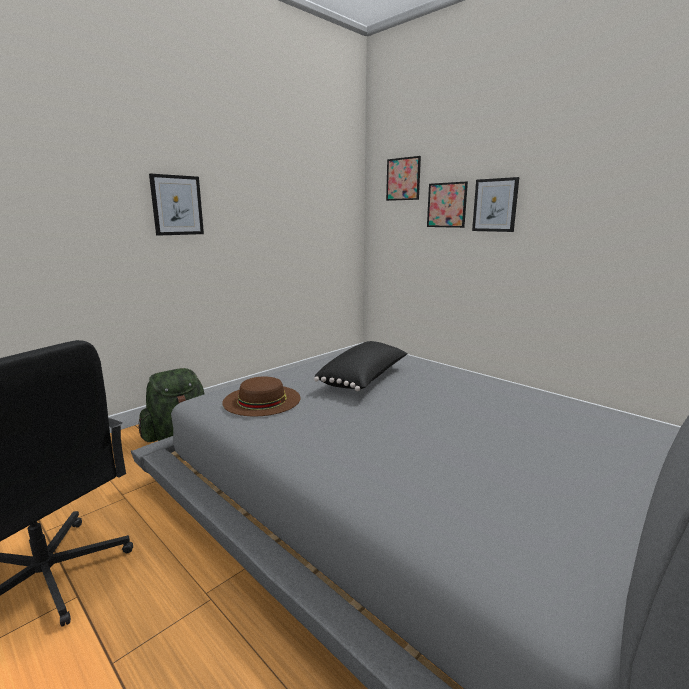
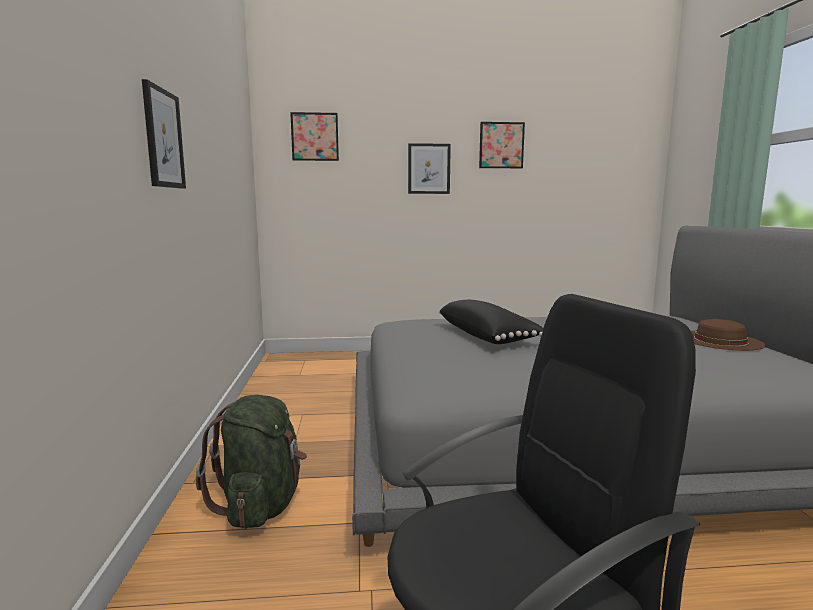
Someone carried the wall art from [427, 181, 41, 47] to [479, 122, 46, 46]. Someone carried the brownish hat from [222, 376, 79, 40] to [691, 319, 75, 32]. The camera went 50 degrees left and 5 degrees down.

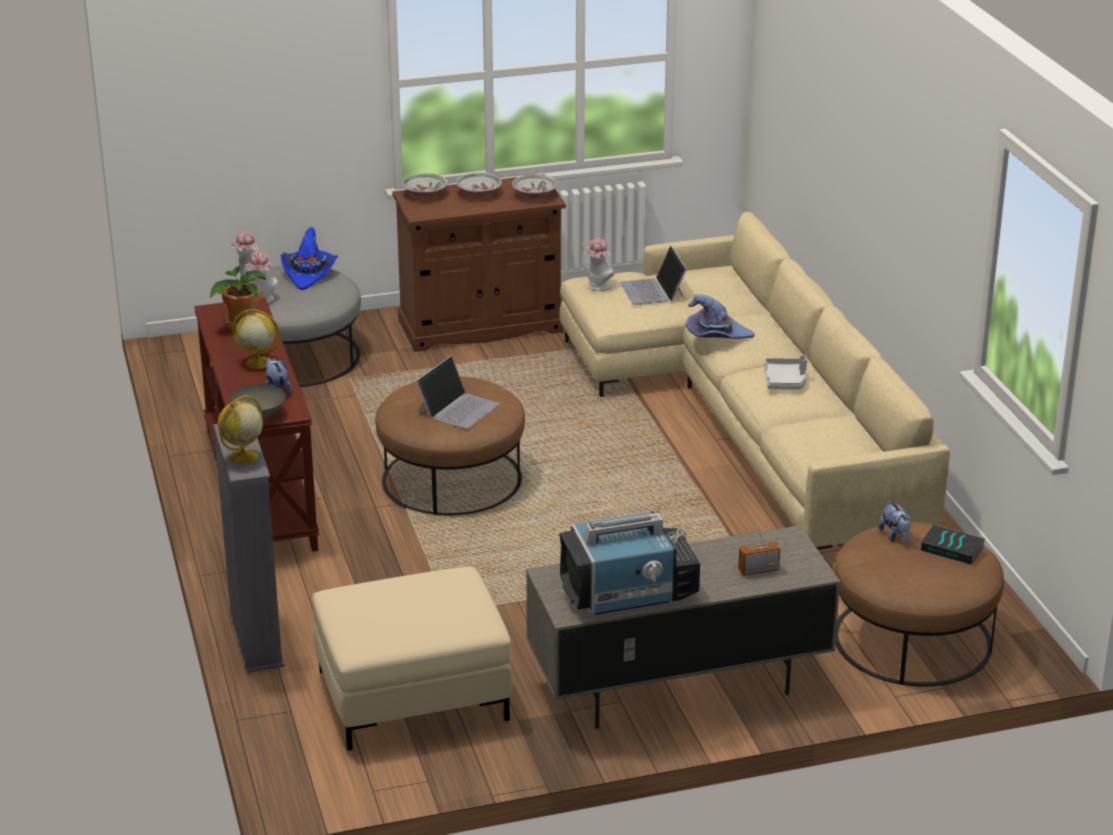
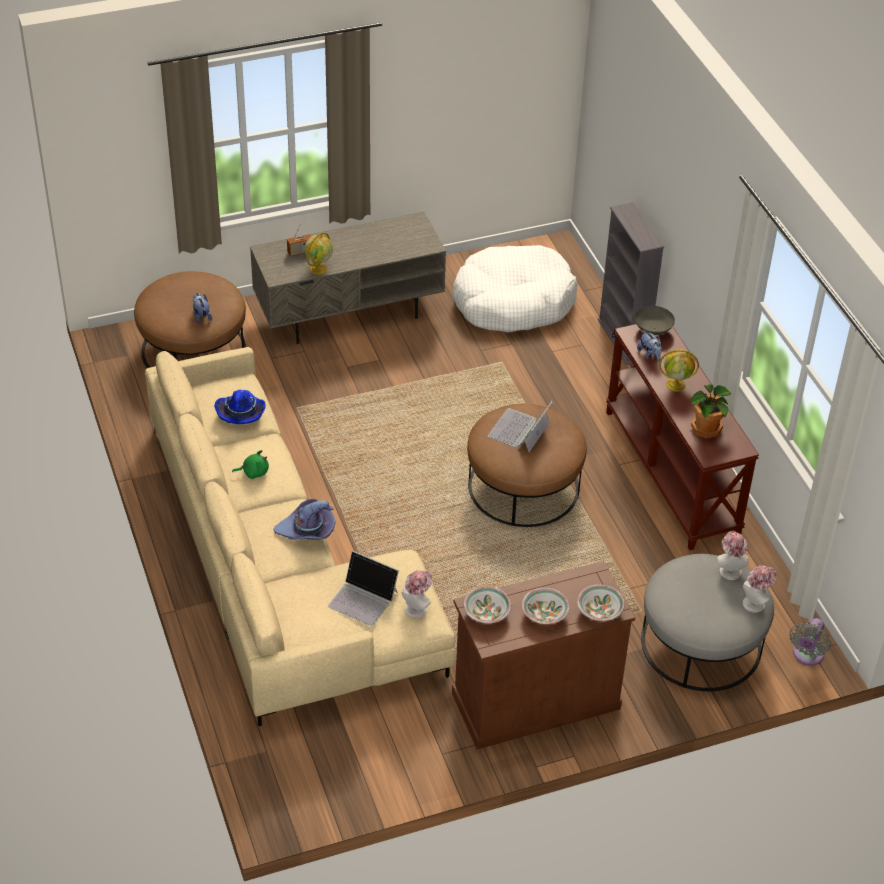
Someone carried the bluish hat from [281, 227, 57, 63] to [214, 390, 52, 34]. Someone swapped the gray tray at [764, 355, 43, 35] for the green-coloured soft toy at [232, 450, 37, 29]. Someone carried the world globe from [218, 396, 45, 68] to [304, 232, 29, 43]. Someone rotated the notebook computer at [620, 245, 67, 60] by 135 degrees clockwise. Someone swapped the sand-coloured ottoman at [312, 567, 200, 184] for the white-coloured pet bed at [452, 245, 126, 88]. Someone put down the gray fan at [789, 618, 42, 47]. Someone took away the TV at [559, 511, 141, 104]. Someone took away the volume at [921, 525, 64, 40]. The camera went 175 degrees right and 15 degrees up.

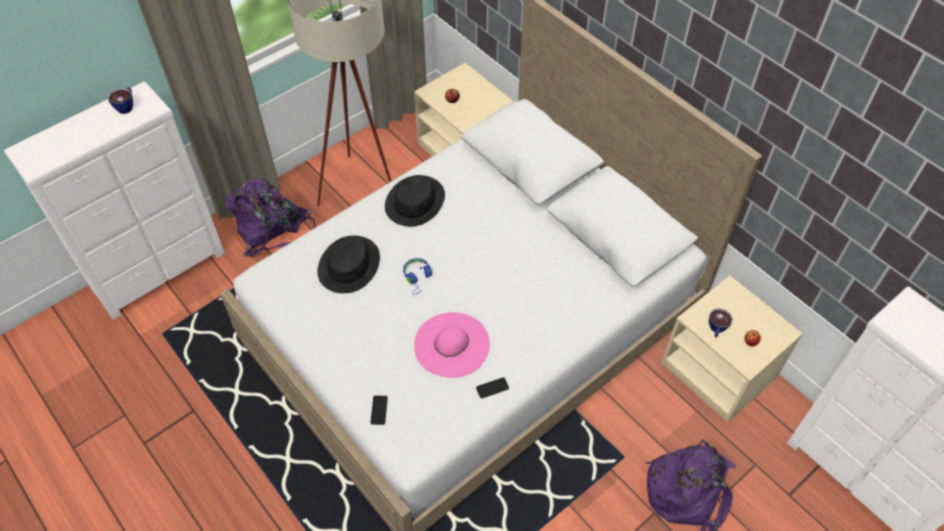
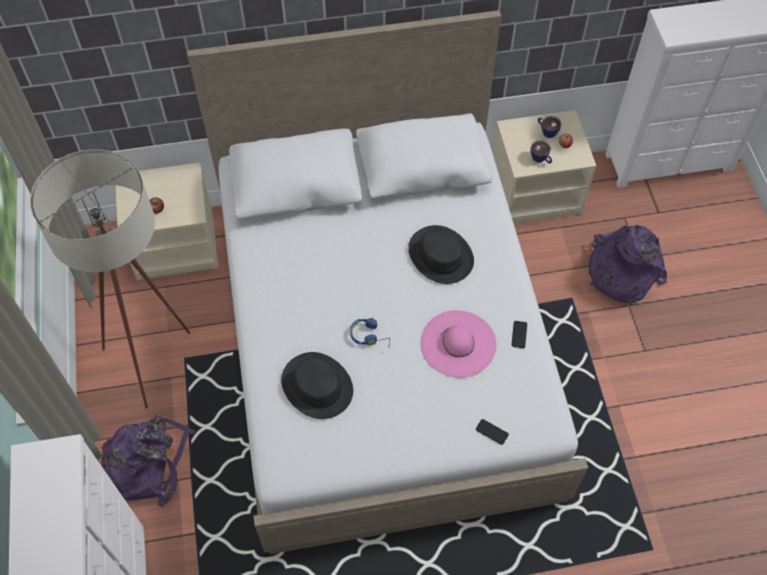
Someone carried the black-coloured hat from [385, 175, 60, 51] to [408, 225, 66, 59]. Someone carried the drinking cup from [108, 87, 25, 27] to [538, 115, 24, 23]. The camera went 60 degrees left and 5 degrees up.

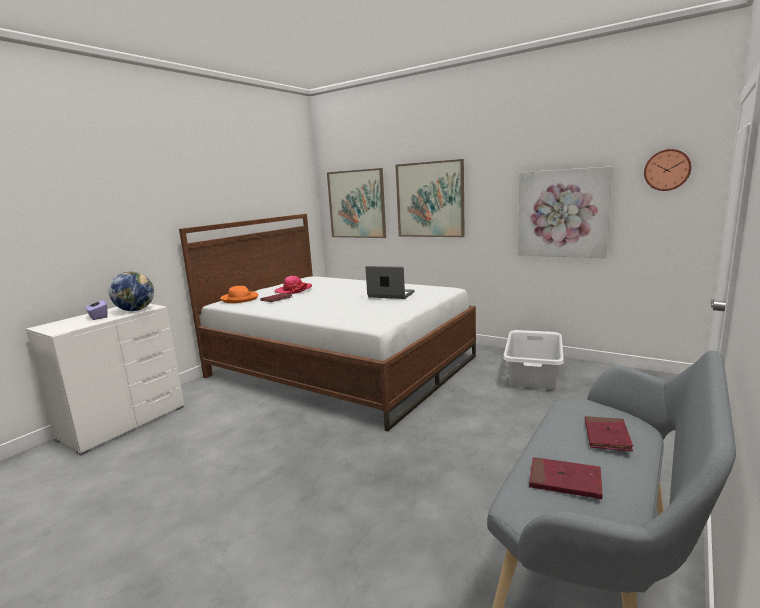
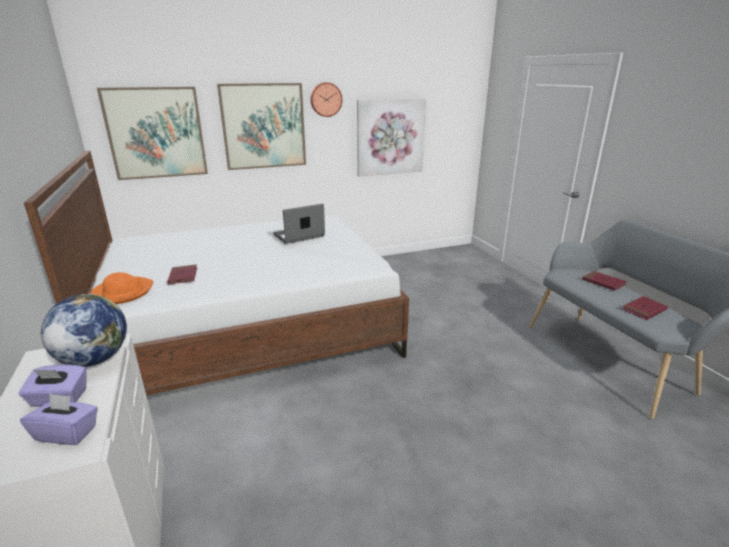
Someone put down the purplish box of tissues at [20, 393, 78, 52]. Someone carried the hanging clock from [644, 149, 47, 42] to [310, 82, 32, 35]. Someone took away the hat at [274, 276, 38, 18]. Someone took away the gray hamper at [503, 330, 61, 59]. The camera went 55 degrees left and 10 degrees up.

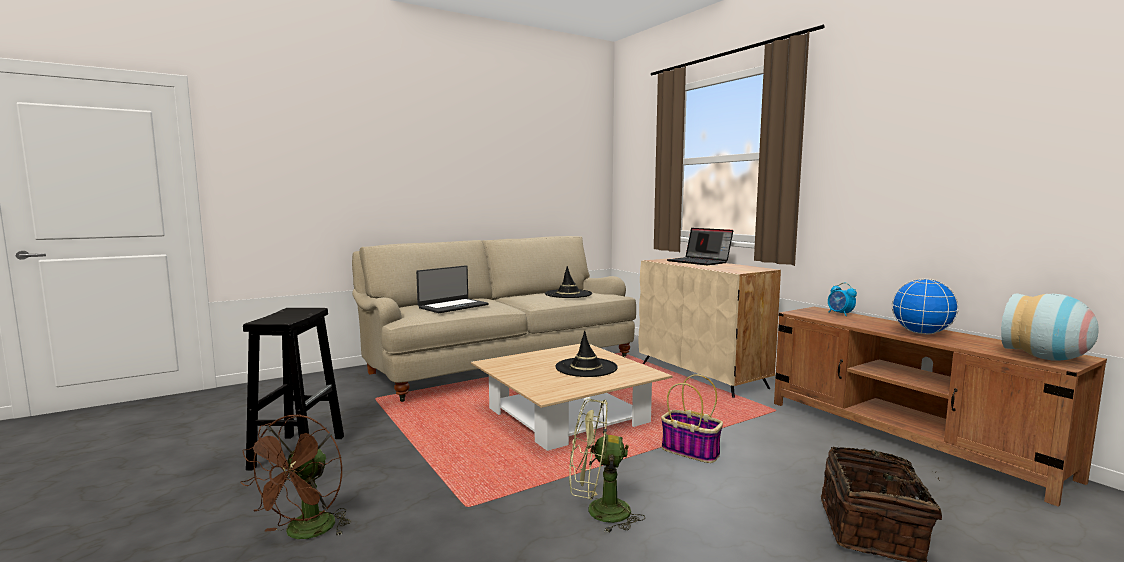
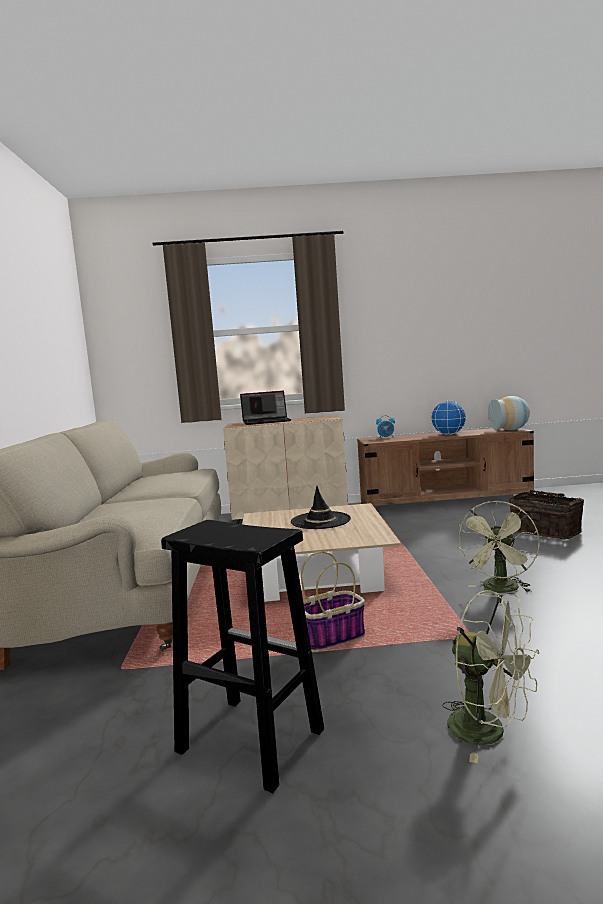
Someone carried the basket from [661, 374, 62, 89] to [301, 551, 64, 101]. Someone repainted the brownish fan at [240, 414, 111, 125], which became the green-coloured fan at [442, 590, 97, 173]. Someone took away the notebook computer at [416, 265, 73, 48]. Someone took away the black-coloured hat at [545, 266, 47, 32]. The camera went 60 degrees left and 0 degrees up.

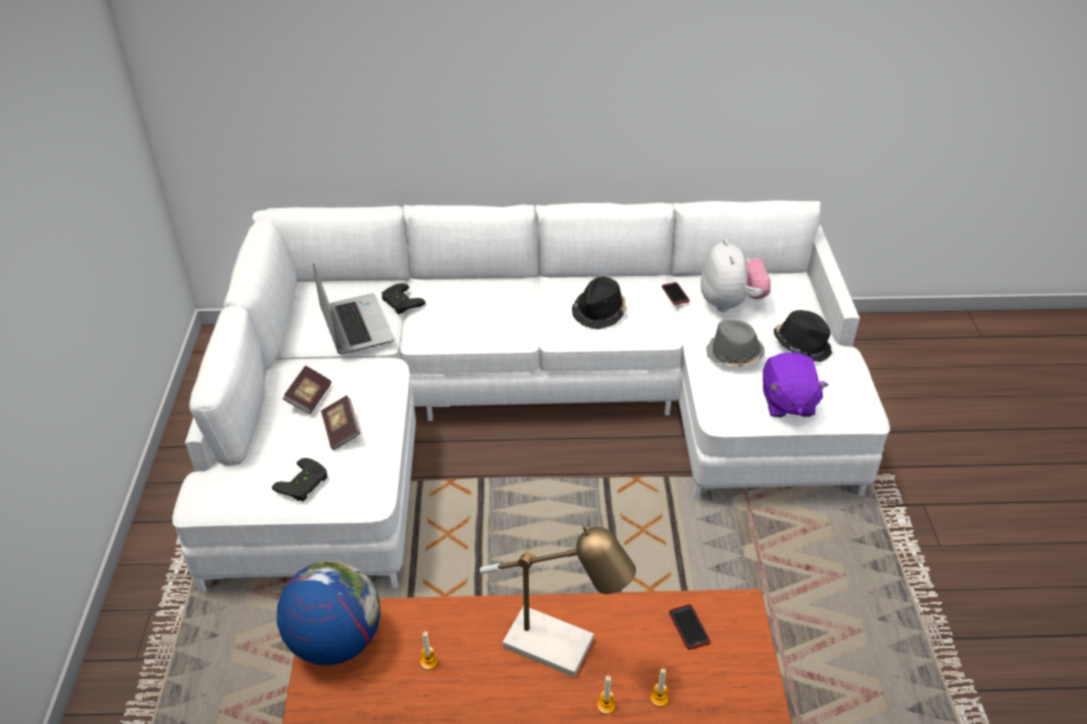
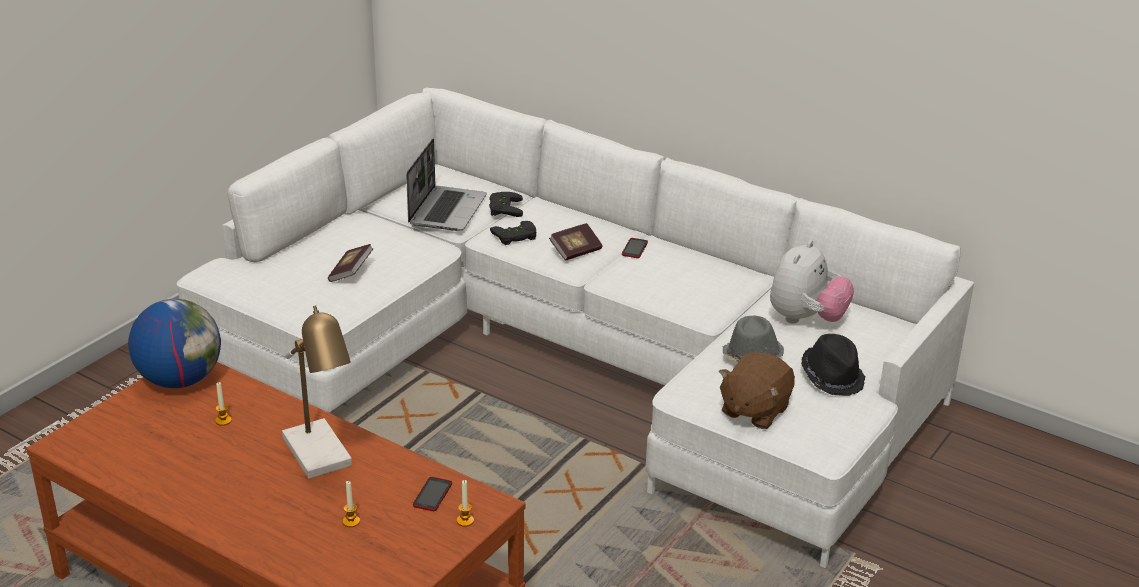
Someone carried the wax candle from [597, 675, 18, 39] to [457, 480, 17, 47]. Someone carried the black-coloured game controller from [272, 458, 55, 44] to [490, 221, 46, 24]. Someone carried the volume from [283, 366, 48, 48] to [549, 223, 53, 38]. Someone carried the handset from [662, 282, 28, 23] to [622, 238, 26, 20]. Someone repainted the purplish soft toy at [763, 352, 66, 65], which became the brownish soft toy at [719, 352, 76, 77]. Someone took away the black-coloured hat at [572, 277, 55, 52]. The camera went 35 degrees right and 10 degrees down.

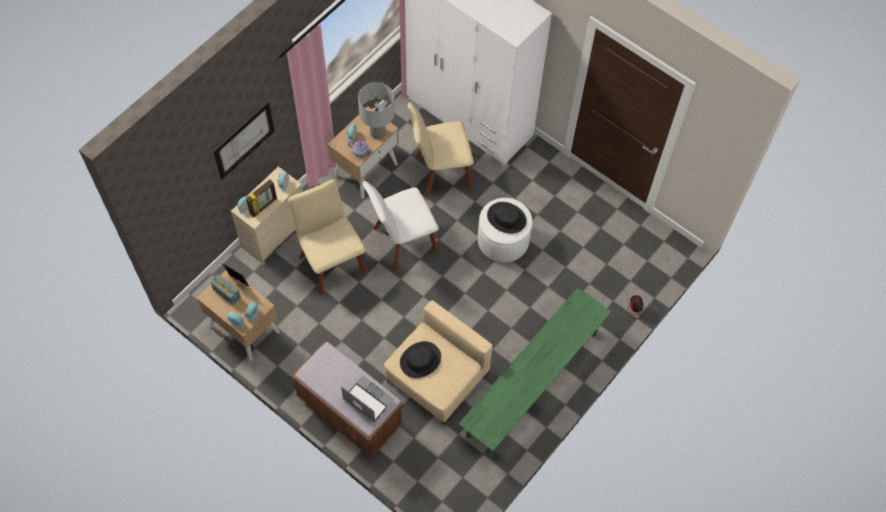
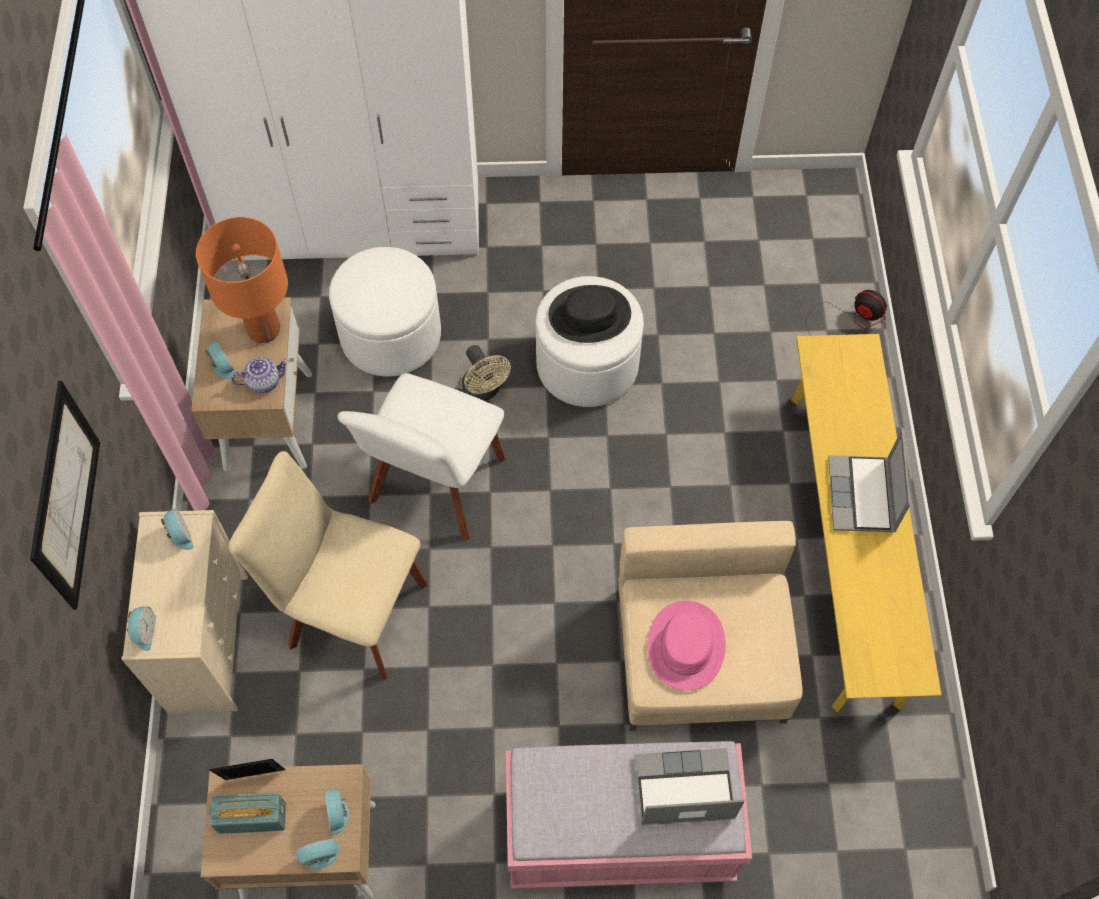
Someone repainted the gray lamp for a table at [358, 82, 36, 57], which became the orange lamp for a table at [196, 217, 92, 126]. Someone swapped the sand-coloured chair at [408, 102, 66, 95] for the white-coloured ottoman at [329, 247, 112, 130]. Someone put down the sand-coloured fan at [462, 345, 49, 56]. Someone repainted the brownish bench at [291, 341, 113, 117], which became the pink bench at [506, 741, 246, 148]. Someone repainted the black-coloured hat at [400, 341, 41, 37], which became the pink hat at [648, 601, 78, 89]. Someone repainted the green-coloured bench at [459, 287, 152, 170], which became the yellow bench at [791, 334, 150, 379]. Someone put down the notebook computer at [828, 429, 83, 103]. Someone took away the photo frame at [246, 180, 31, 37]. The camera went 40 degrees left and 0 degrees up.

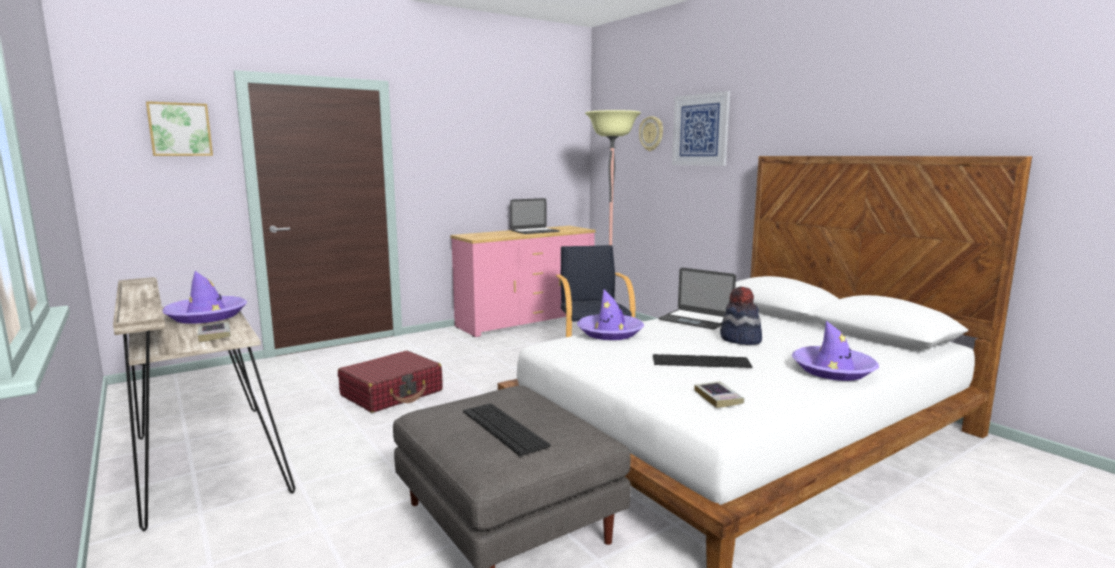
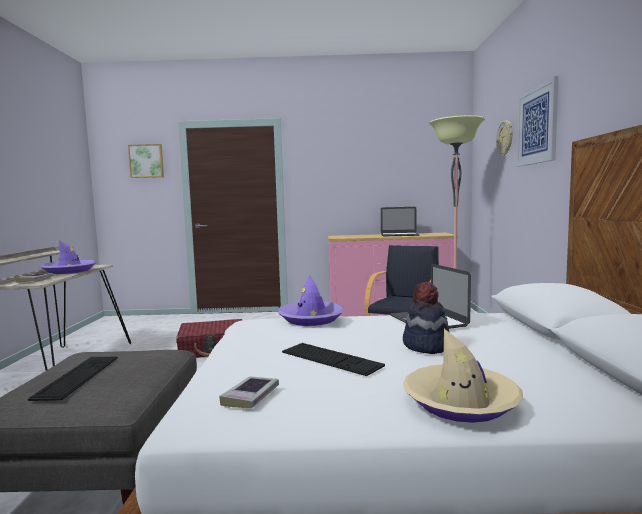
Someone repainted the purplish hat at [792, 321, 87, 60], which became the sand-coloured hat at [403, 329, 120, 94]. The camera went 35 degrees right and 5 degrees down.

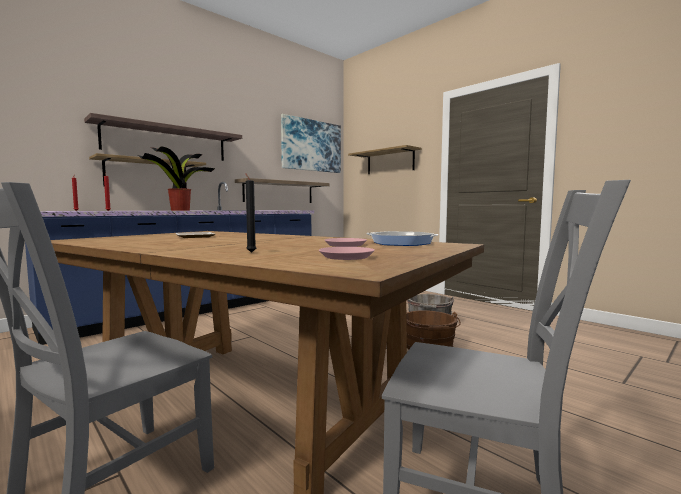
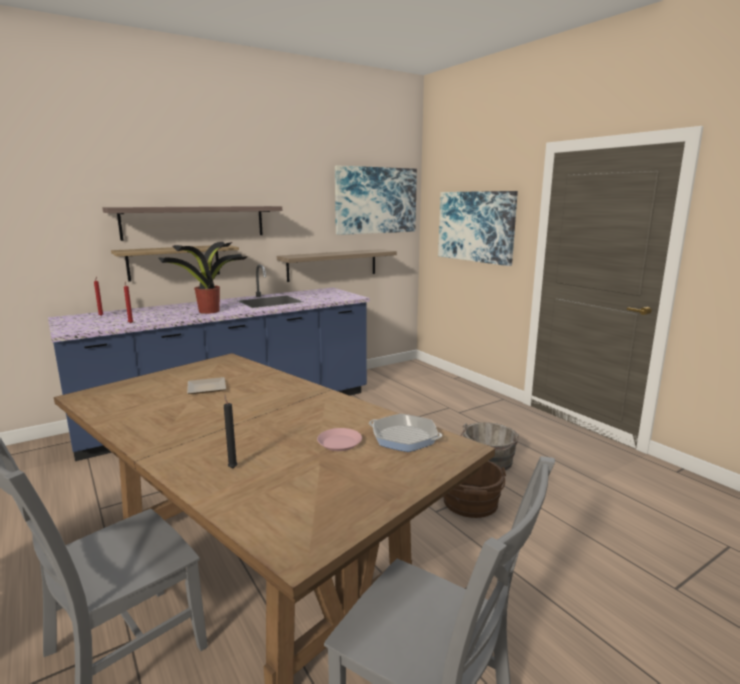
Someone swapped the bracket shelf at [348, 145, 73, 29] for the wall art at [438, 191, 80, 75]. Someone took away the pink dinner plate at [319, 247, 56, 13]. The camera went 10 degrees right and 10 degrees up.

